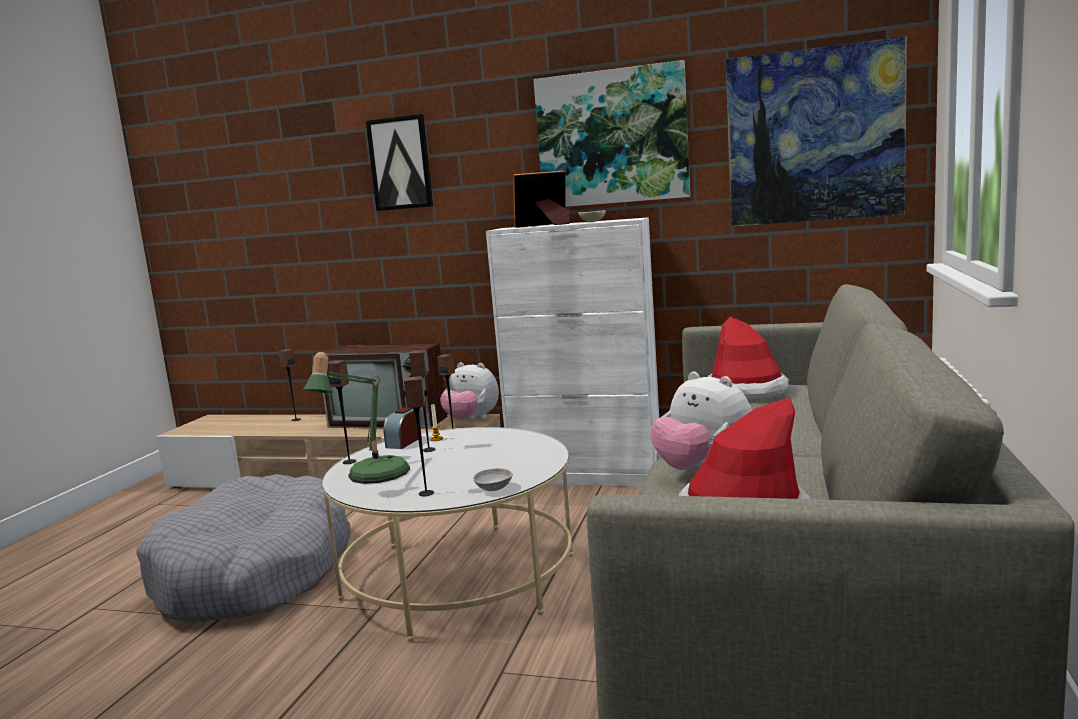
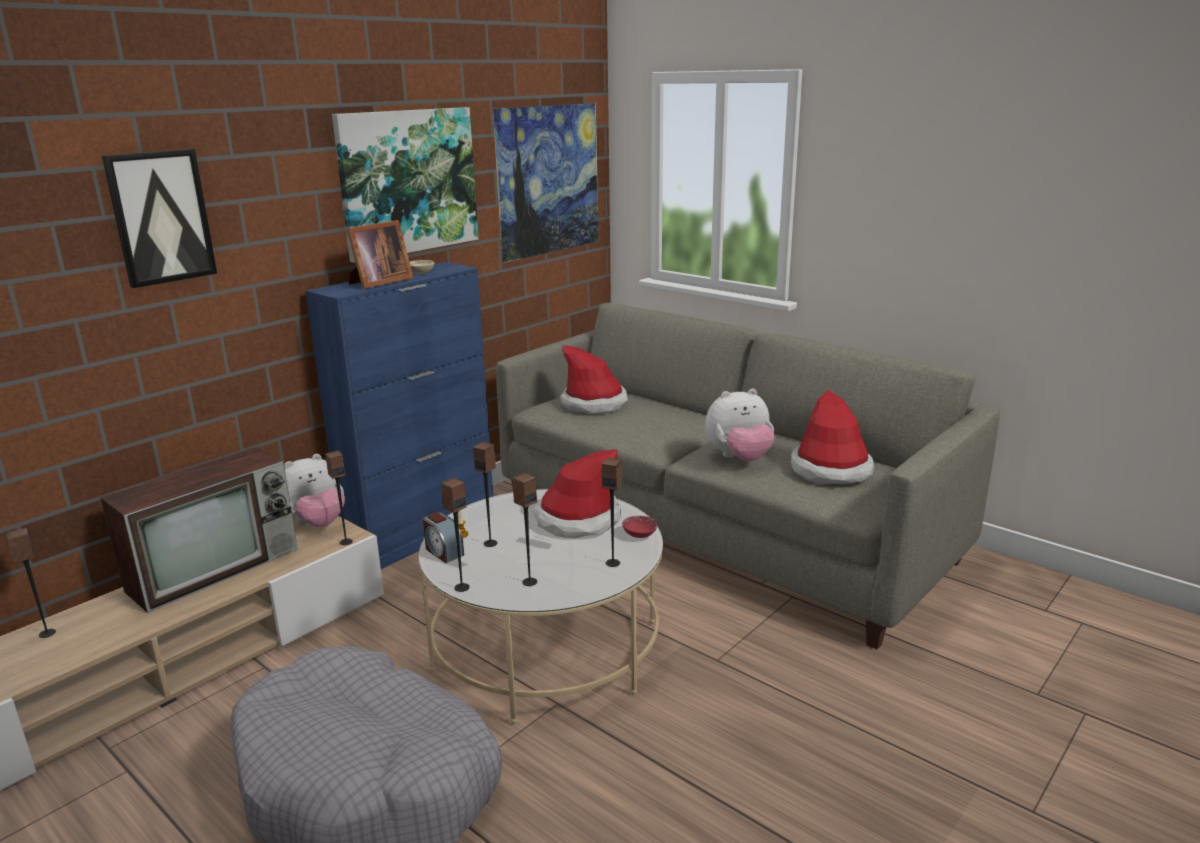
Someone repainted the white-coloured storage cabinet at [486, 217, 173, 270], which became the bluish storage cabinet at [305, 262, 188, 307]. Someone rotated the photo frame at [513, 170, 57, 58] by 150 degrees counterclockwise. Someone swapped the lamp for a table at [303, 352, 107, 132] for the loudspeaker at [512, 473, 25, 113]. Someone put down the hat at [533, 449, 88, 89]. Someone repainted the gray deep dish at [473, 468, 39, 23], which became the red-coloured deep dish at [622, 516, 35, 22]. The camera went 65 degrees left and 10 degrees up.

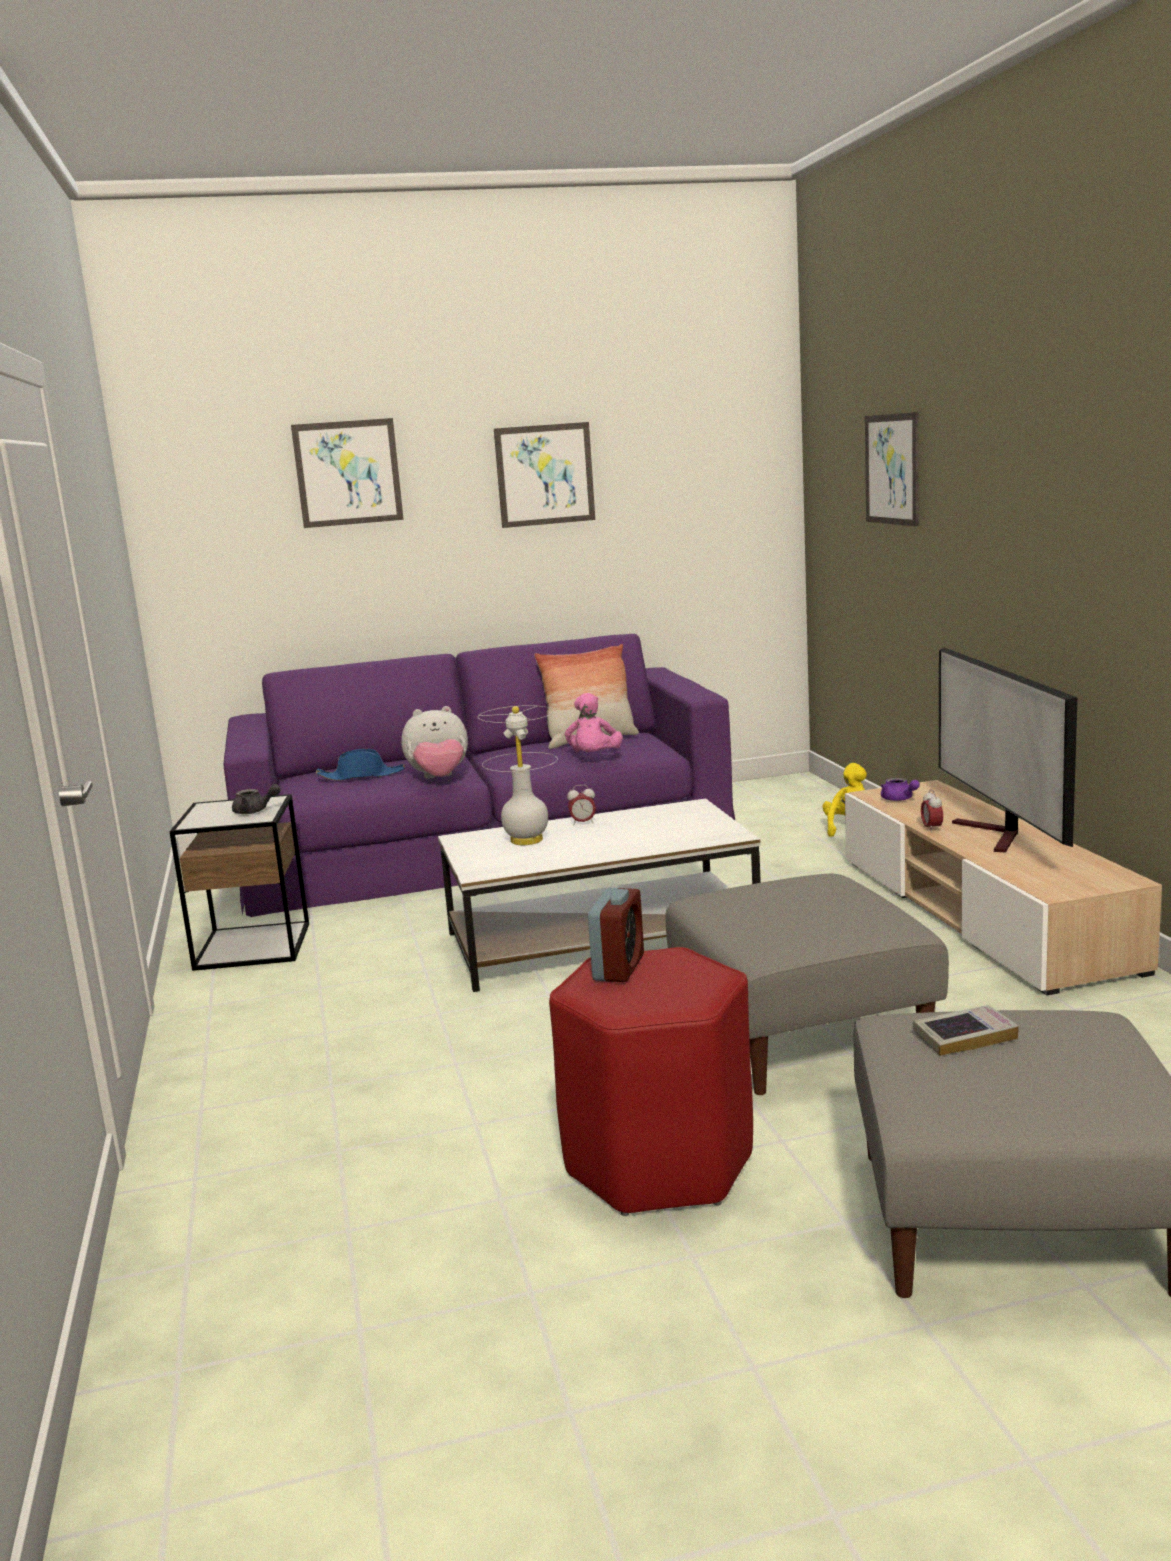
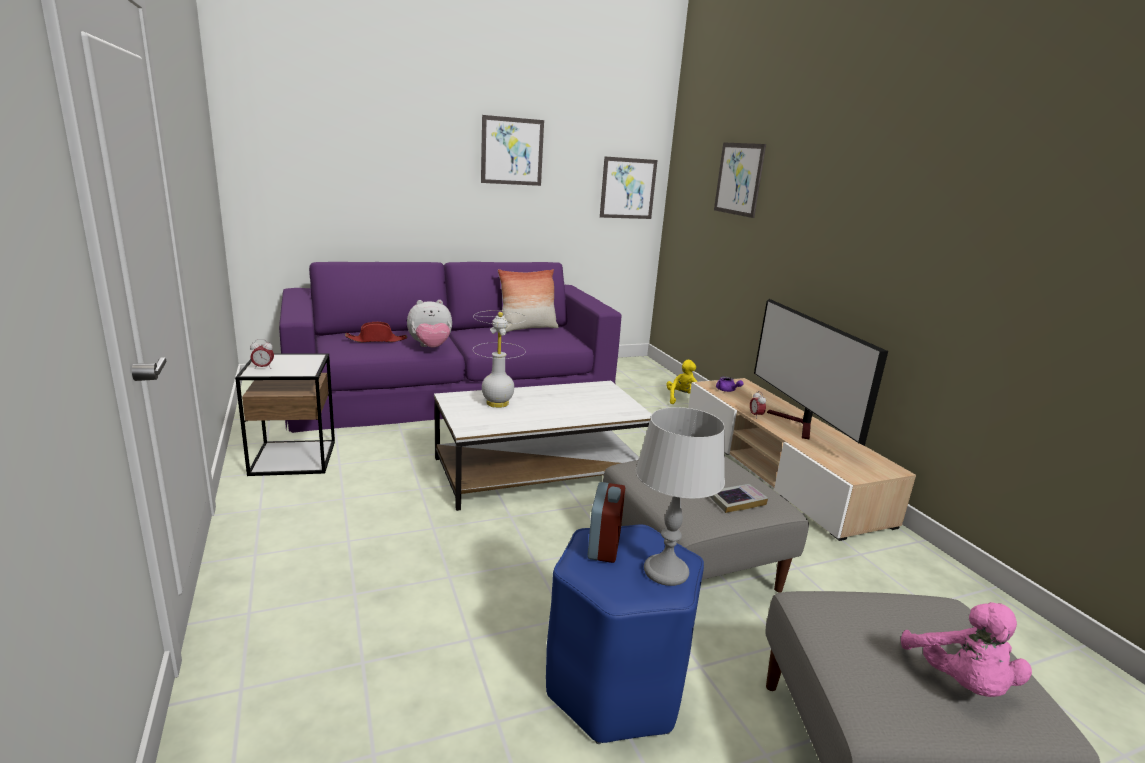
Someone carried the alarm clock from [567, 785, 29, 41] to [250, 339, 24, 30]. Someone repainted the bluish hat at [316, 749, 89, 32], which became the red-coloured hat at [345, 322, 62, 21]. Someone repainted the red-coloured stool at [549, 947, 204, 269], which became the bluish stool at [546, 525, 158, 219]. Someone carried the wall art from [291, 418, 113, 110] to [600, 156, 58, 63]. Someone put down the gray lamp for a table at [635, 407, 90, 179]. Someone carried the volume from [913, 1005, 106, 51] to [710, 484, 58, 29]. Someone carried the pink soft toy from [565, 693, 58, 59] to [901, 602, 131, 95]. Someone took away the gray pot for tea at [232, 784, 49, 30]. The camera went 10 degrees left and 5 degrees up.

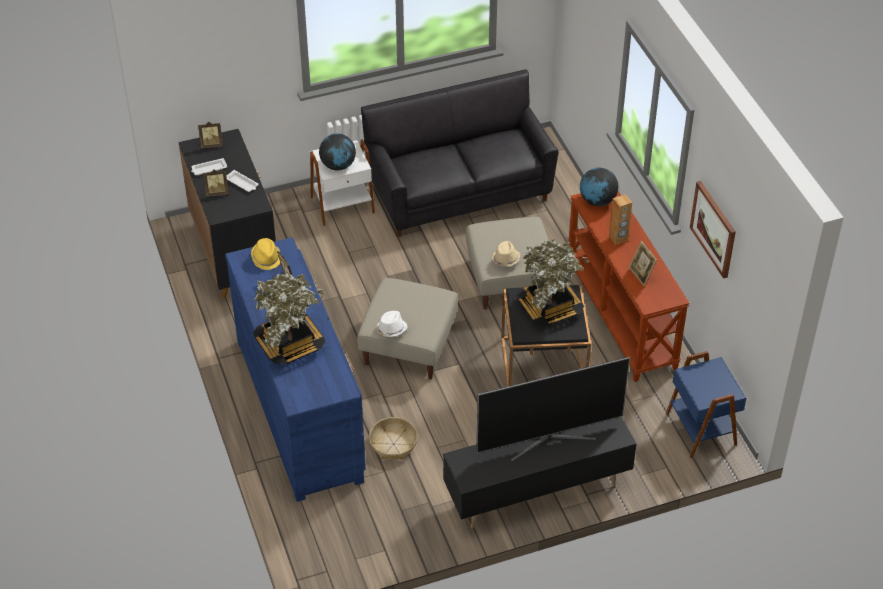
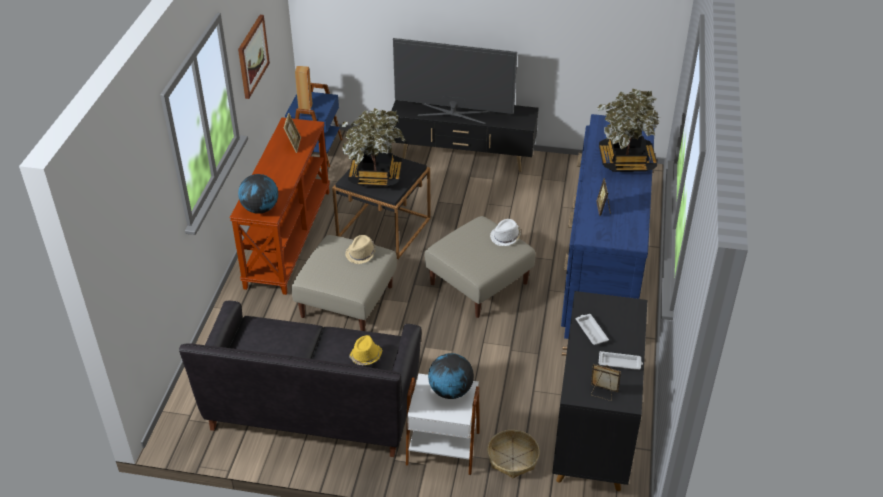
Someone carried the brownish loudspeaker from [609, 194, 23, 51] to [295, 66, 18, 44]. Someone carried the yellow hat from [251, 238, 29, 32] to [349, 335, 33, 30]. Someone carried the basket from [369, 417, 49, 43] to [487, 430, 53, 48]. Someone took away the photo frame at [203, 169, 26, 28]. The camera went 150 degrees left and 5 degrees down.

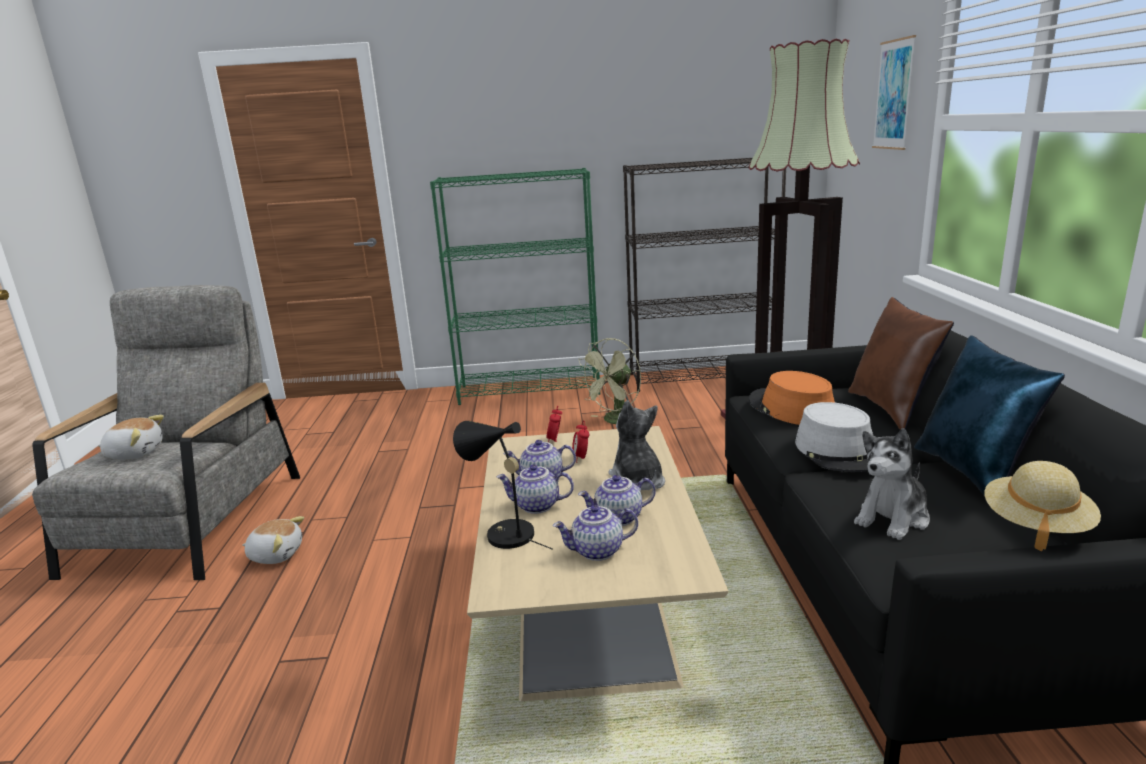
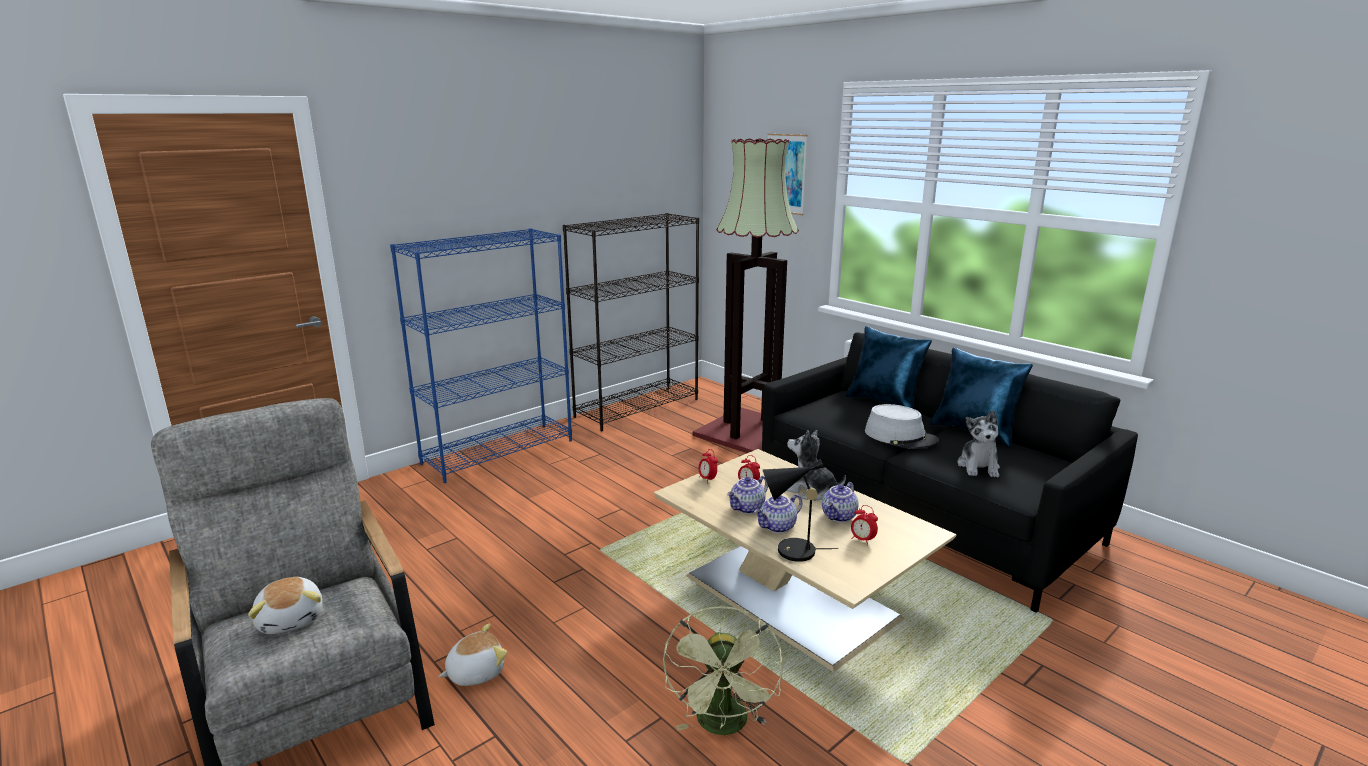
Someone rotated the soft toy at [98, 415, 66, 45] by 105 degrees clockwise. Someone repainted the green-coloured shelving unit at [430, 168, 170, 237], which became the bluish shelving unit at [390, 228, 182, 255]. Someone carried the green-coloured fan from [577, 338, 64, 86] to [663, 606, 120, 129]. Someone repainted the brownish throw pillow at [848, 297, 106, 133], which became the bluish throw pillow at [845, 326, 87, 83]. Someone swapped the pot for tea at [553, 505, 85, 56] for the alarm clock at [851, 505, 27, 41]. Someone took away the orange hat at [749, 371, 86, 54]. Someone took away the sand-coloured hat at [984, 461, 117, 90]. The camera went 40 degrees left and 0 degrees up.

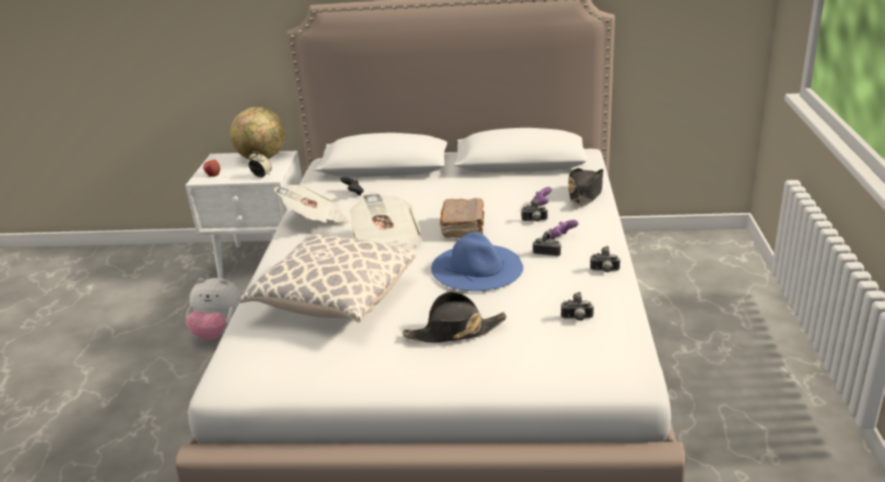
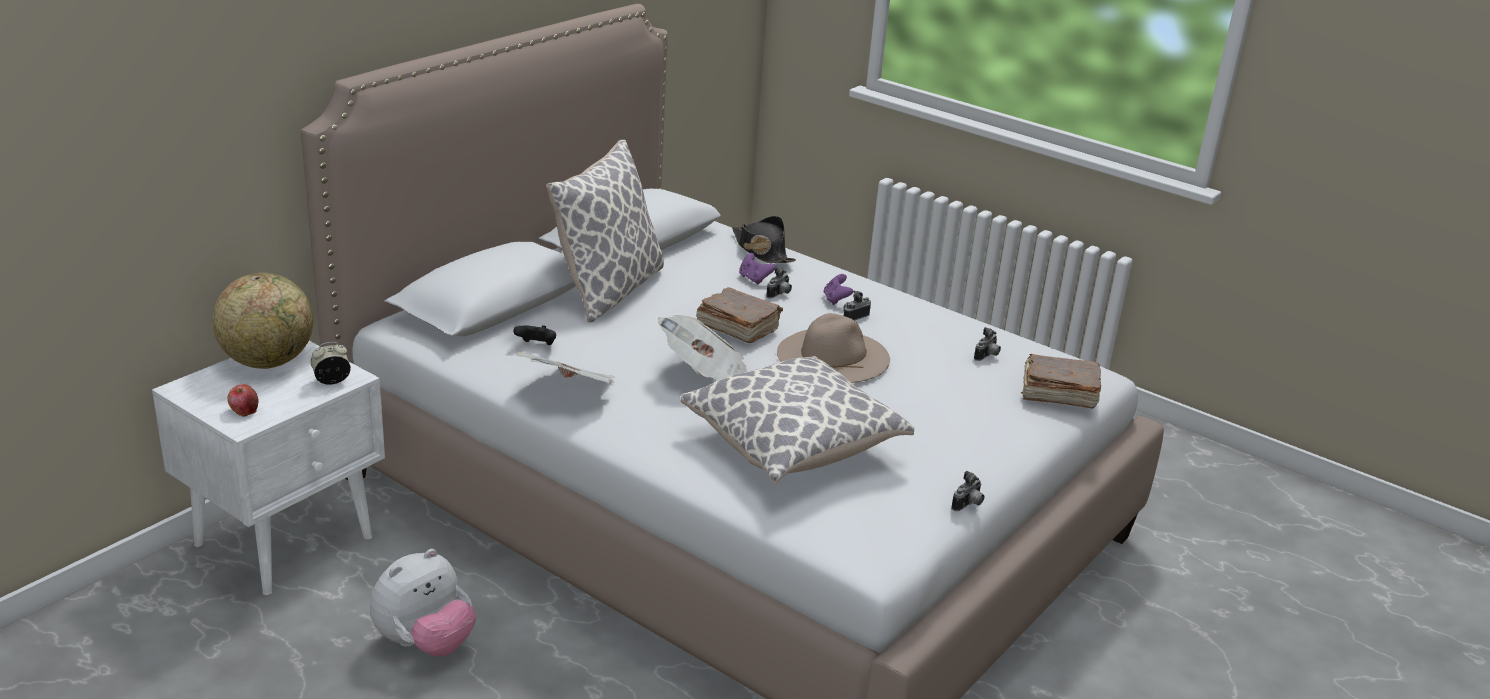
Someone put down the throw pillow at [546, 140, 118, 183]. Someone repainted the bluish hat at [431, 232, 92, 59], which became the sand-coloured hat at [777, 313, 113, 70]. Someone carried the still camera from [590, 246, 31, 26] to [951, 471, 34, 40]. Someone put down the brownish volume at [1020, 354, 81, 54]. Someone took away the black-coloured hat at [403, 292, 104, 51]. The camera went 60 degrees left and 0 degrees up.

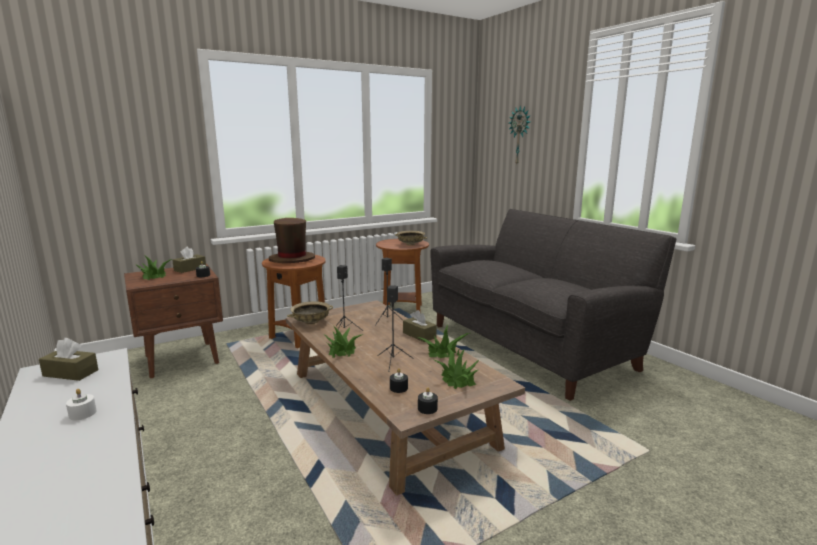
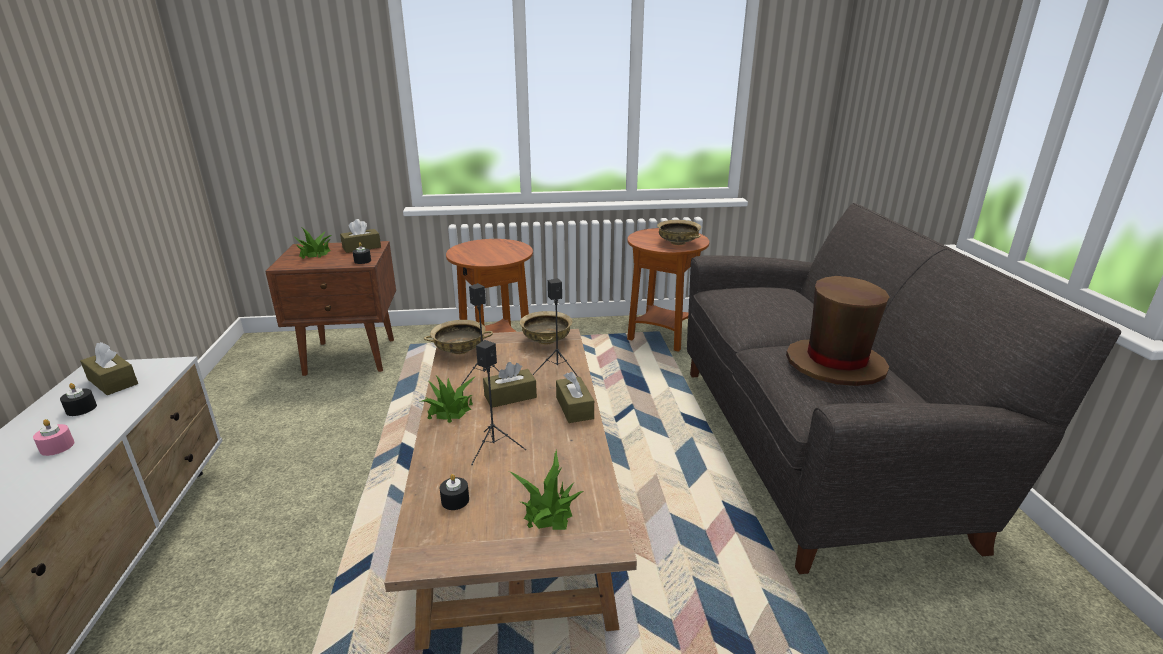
Someone repainted the white-coloured wax candle at [66, 389, 31, 31], which became the pink wax candle at [33, 419, 42, 37]. Someone carried the black-coloured wax candle from [418, 387, 20, 27] to [60, 383, 37, 33]. Someone put down the brownish box of tissues at [483, 362, 54, 46]. Someone put down the sand-coloured deep dish at [520, 311, 52, 34]. Someone carried the brownish hat from [269, 218, 46, 45] to [786, 276, 103, 110]. Someone took away the plant in a pot at [417, 325, 52, 33]. Someone took away the hanging clock at [509, 105, 22, 59]. The camera went 25 degrees right and 10 degrees up.

